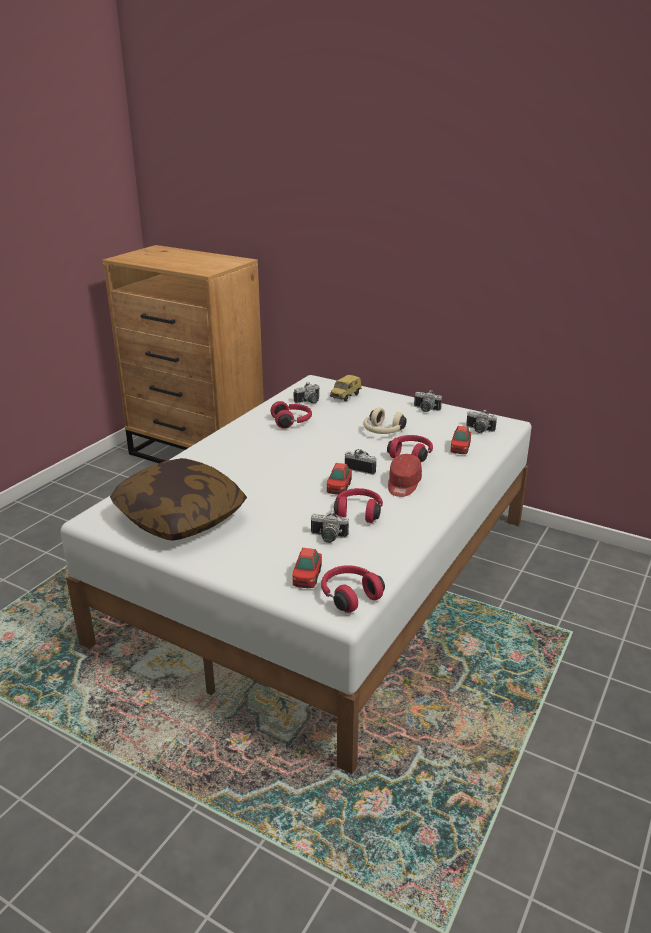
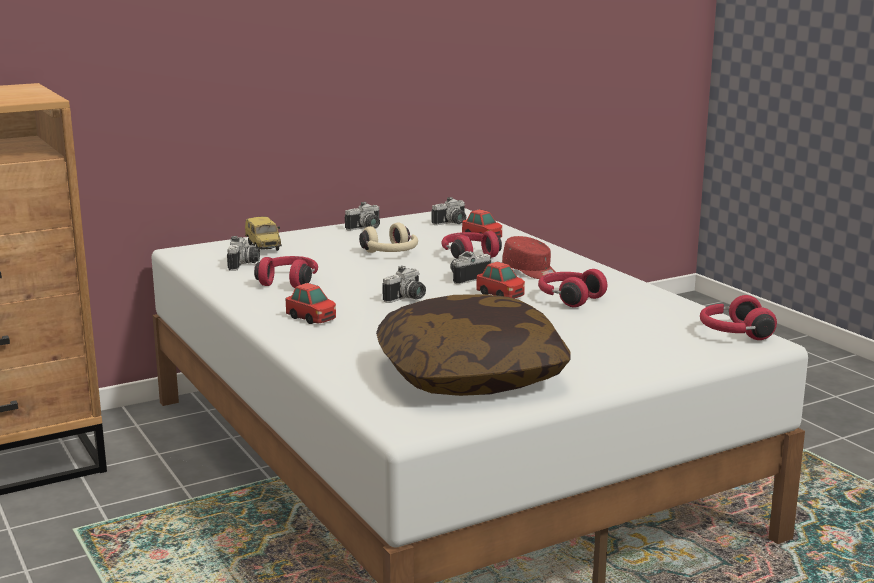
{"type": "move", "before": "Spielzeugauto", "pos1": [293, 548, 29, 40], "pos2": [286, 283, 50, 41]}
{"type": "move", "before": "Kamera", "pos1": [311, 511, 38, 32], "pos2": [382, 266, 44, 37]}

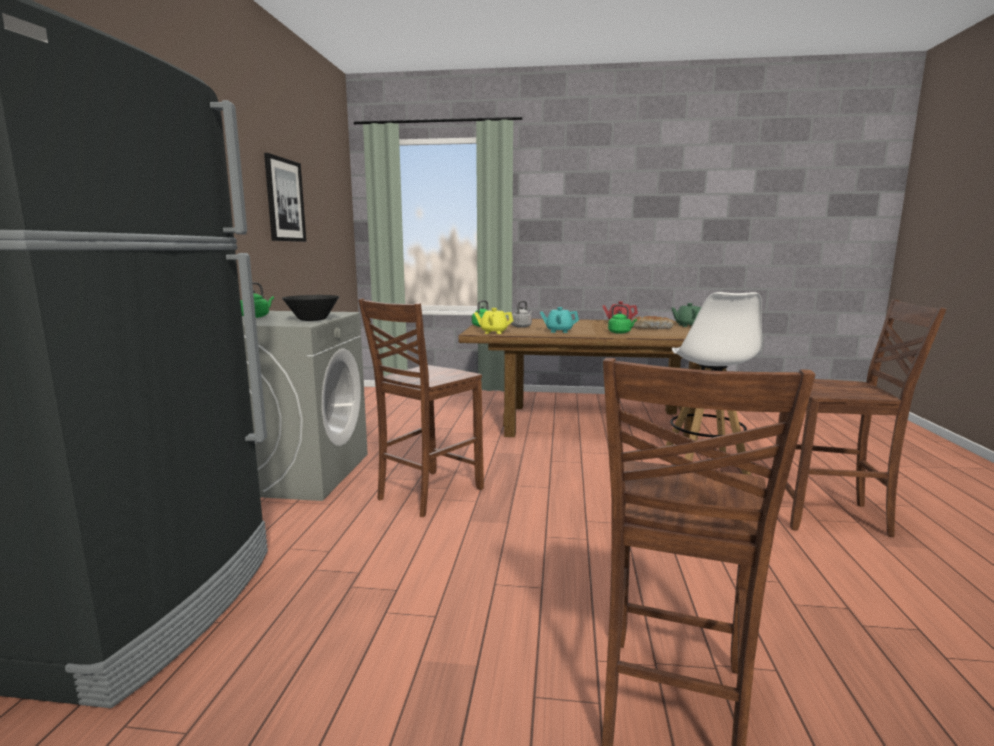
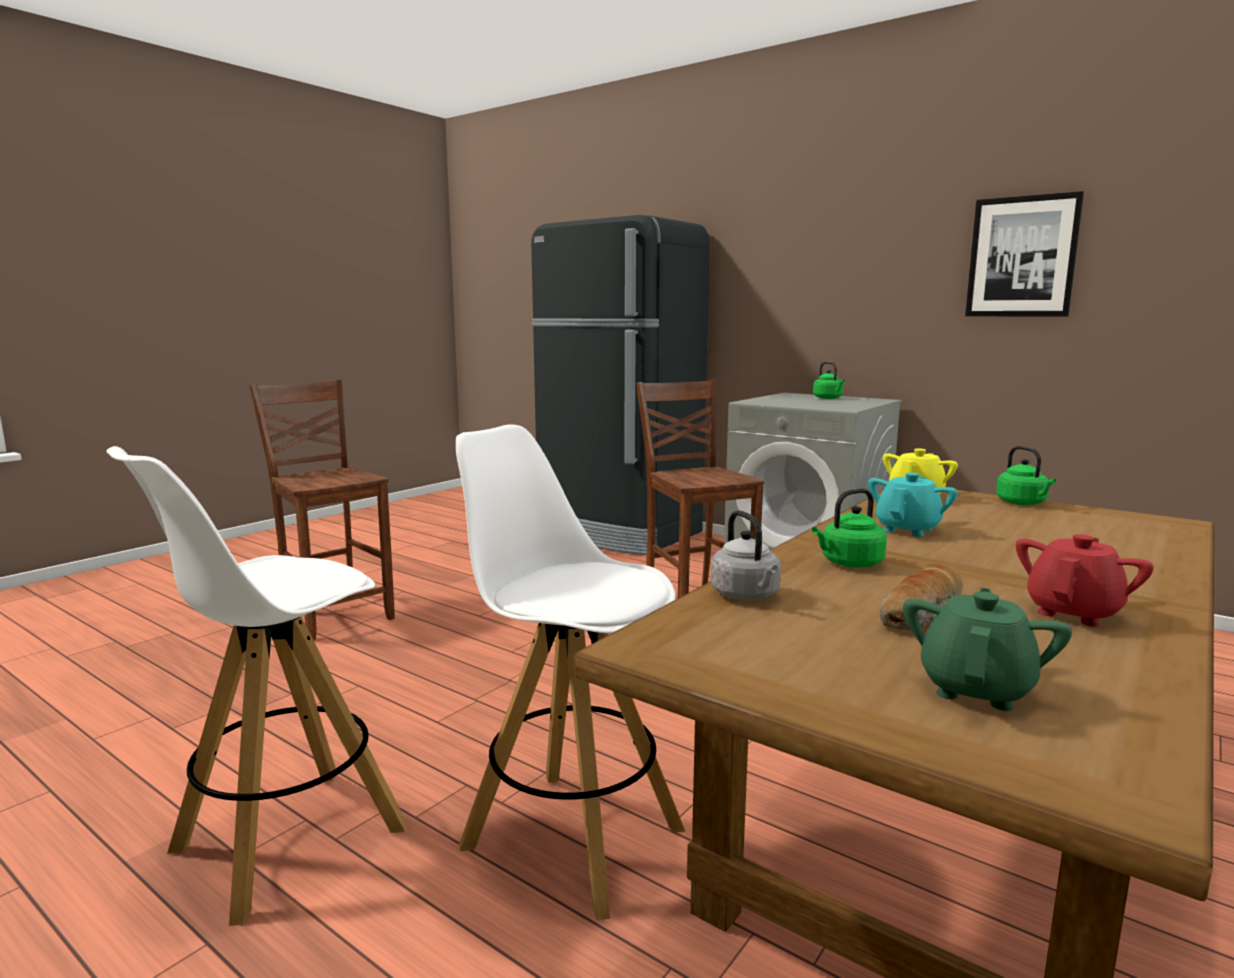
{"type": "delete", "before": "Schüssel [schwarz]", "pos1": [282, 295, 57, 26]}
{"type": "move", "before": "Wasserkessel [grau]", "pos1": [511, 301, 21, 27], "pos2": [711, 510, 70, 90]}
{"type": "replace", "before": "Stuhl [braun]", "after": "Hocker [weiß]", "pos1": [773, 299, 174, 238], "pos2": [106, 446, 302, 480]}

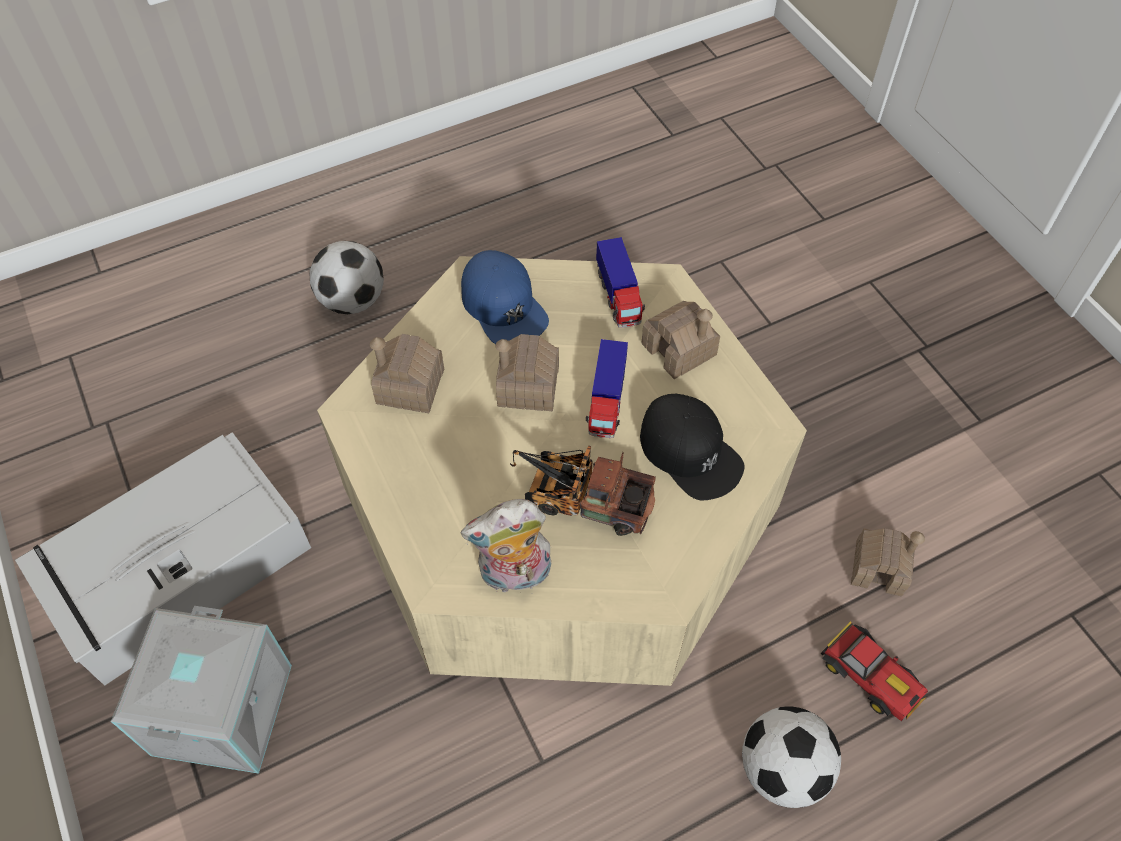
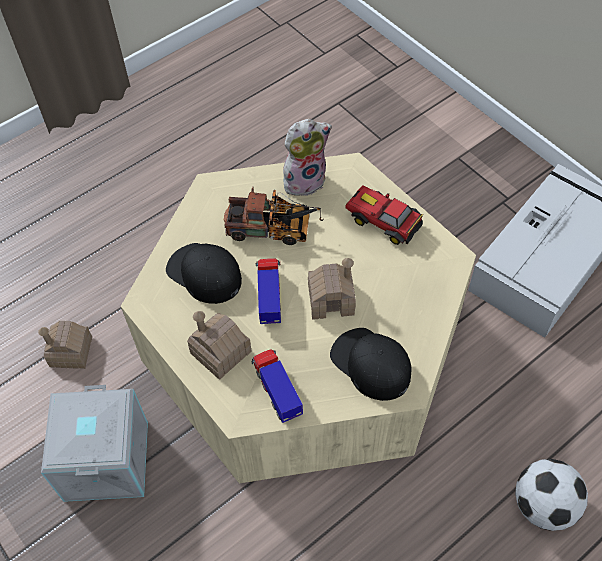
{"type": "move", "before": "Aufbewahrungsbox [grau]", "pos1": [111, 606, 181, 168], "pos2": [41, 385, 107, 117]}
{"type": "delete", "before": "Spielzeughaus", "pos1": [370, 334, 74, 79]}
{"type": "recolor", "before": "Kappe [blau]", "after": "Kappe [schwarz]", "pos1": [461, 250, 88, 94], "pos2": [330, 328, 82, 73]}
{"type": "delete", "before": "Fußball", "pos1": [742, 706, 99, 102]}
{"type": "move", "before": "Spielzeugauto", "pos1": [821, 621, 107, 100], "pos2": [346, 185, 77, 60]}

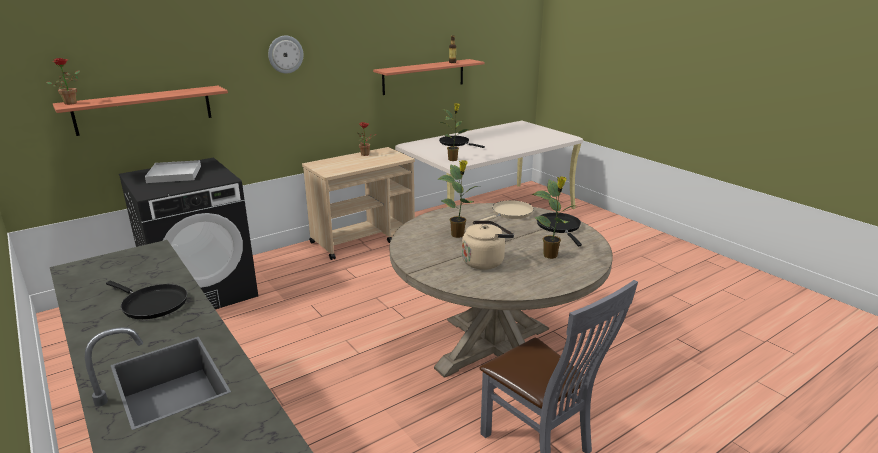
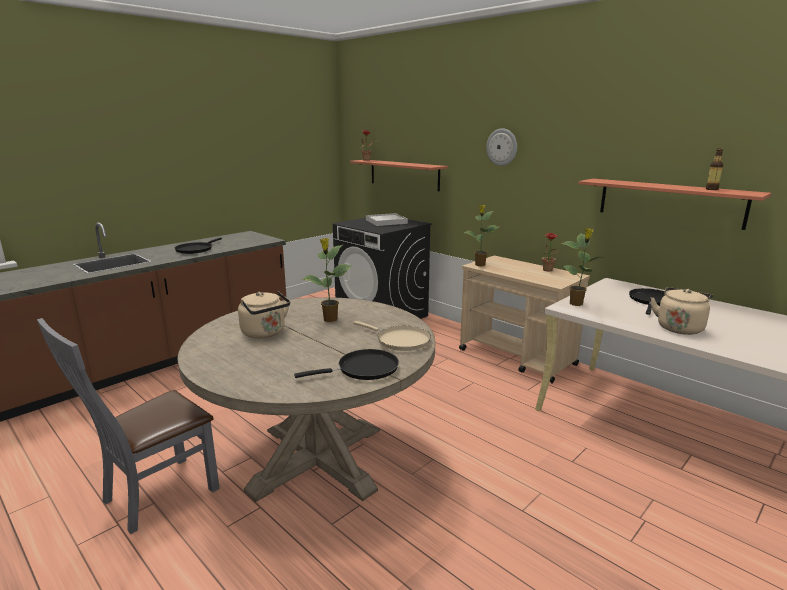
{"type": "move", "before": "Topfpflanze", "pos1": [532, 176, 43, 83], "pos2": [464, 205, 35, 61]}
{"type": "insert", "after": "Wasserkessel [beige]", "pos2": [651, 287, 62, 48]}

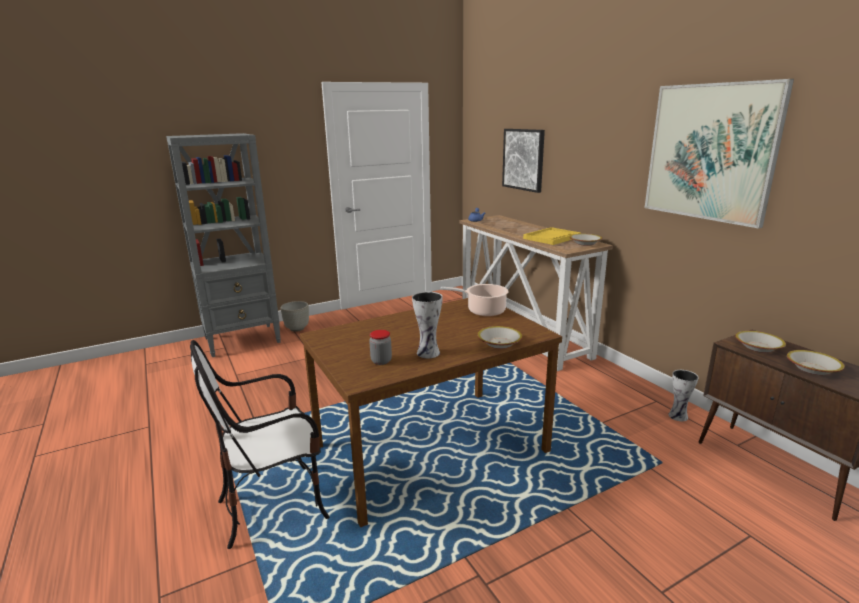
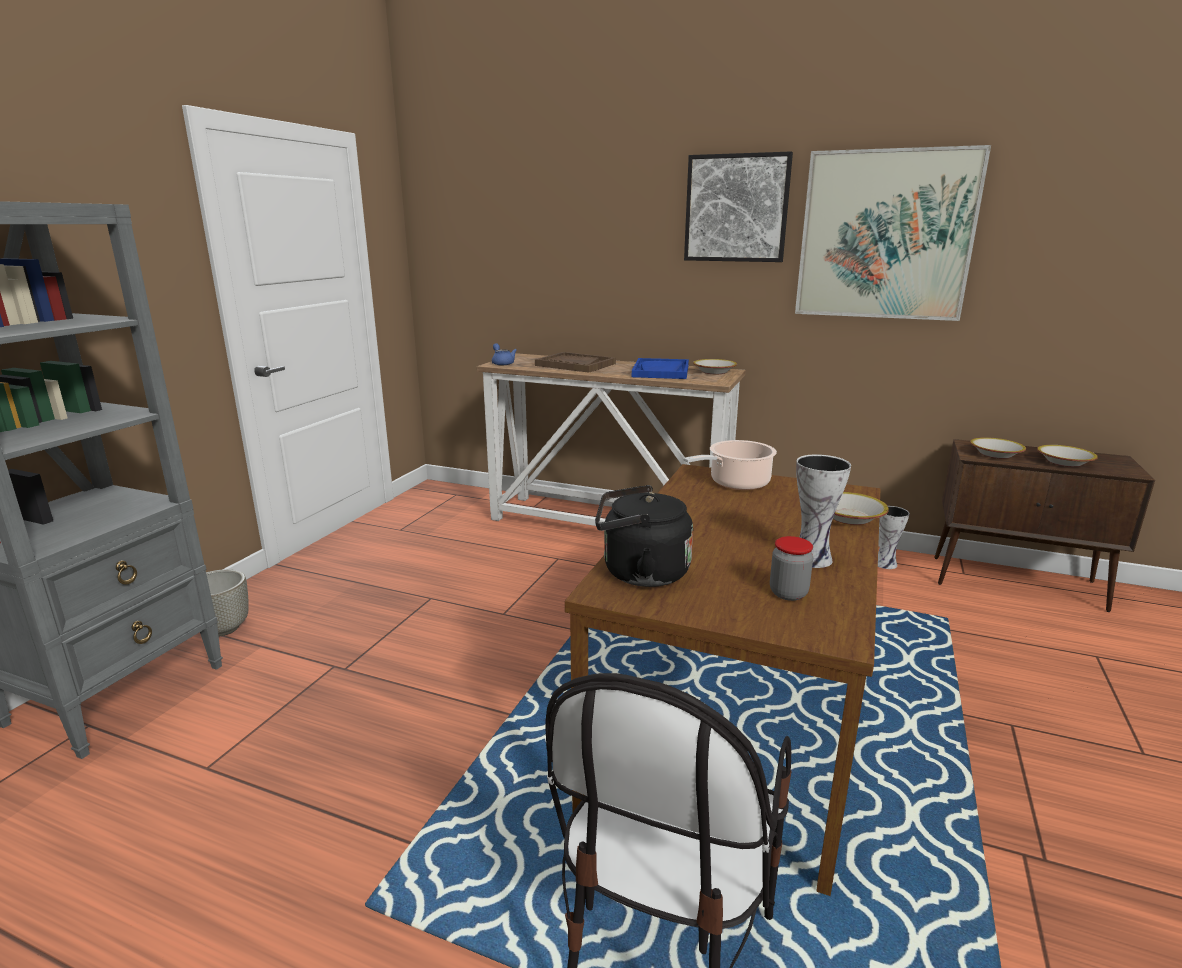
{"type": "move", "before": "Bild", "pos1": [502, 129, 43, 64], "pos2": [684, 151, 109, 111]}
{"type": "recolor", "before": "Tablett [gelb]", "after": "Tablett [blau]", "pos1": [523, 227, 58, 18], "pos2": [632, 358, 57, 21]}
{"type": "insert", "after": "Tablett [braun]", "pos2": [535, 352, 81, 21]}
{"type": "insert", "after": "Wasserkessel [schwarz]", "pos2": [595, 485, 98, 102]}

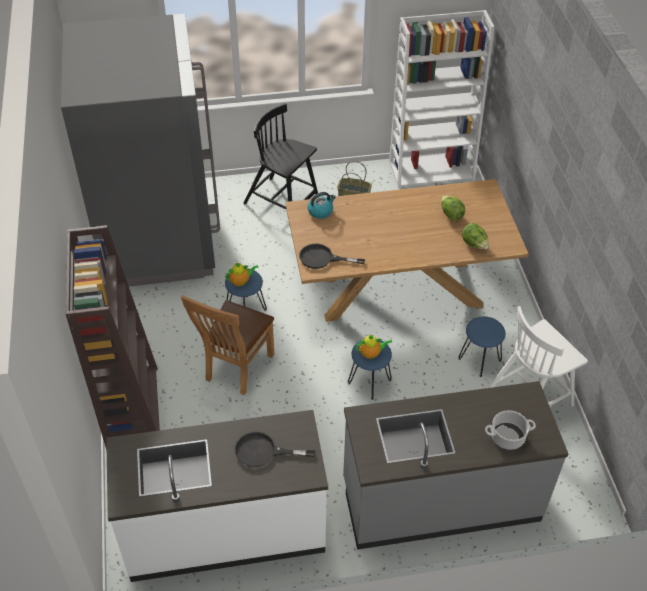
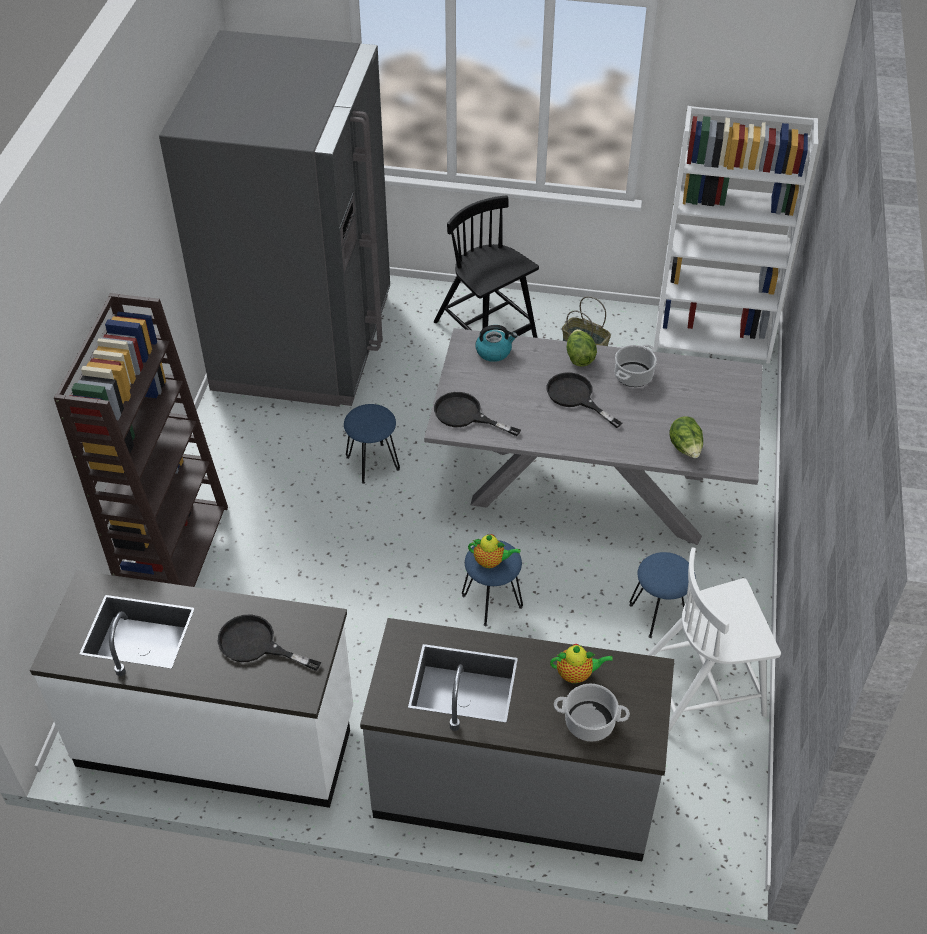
{"type": "delete", "before": "Stuhl [braun]", "pos1": [181, 295, 93, 100]}
{"type": "move", "before": "Teekanne", "pos1": [225, 262, 33, 24], "pos2": [550, 644, 63, 39]}
{"type": "recolor", "before": "Esstisch [braun]", "after": "Esstisch [grau]", "pos1": [285, 179, 244, 143], "pos2": [424, 328, 338, 217]}
{"type": "move", "before": "Salatkopf", "pos1": [441, 195, 24, 26], "pos2": [566, 329, 31, 38]}
{"type": "insert", "after": "Pfanne [schwarz]", "pos2": [547, 372, 75, 56]}
{"type": "insert", "after": "Kochtopf", "pos2": [615, 344, 42, 43]}

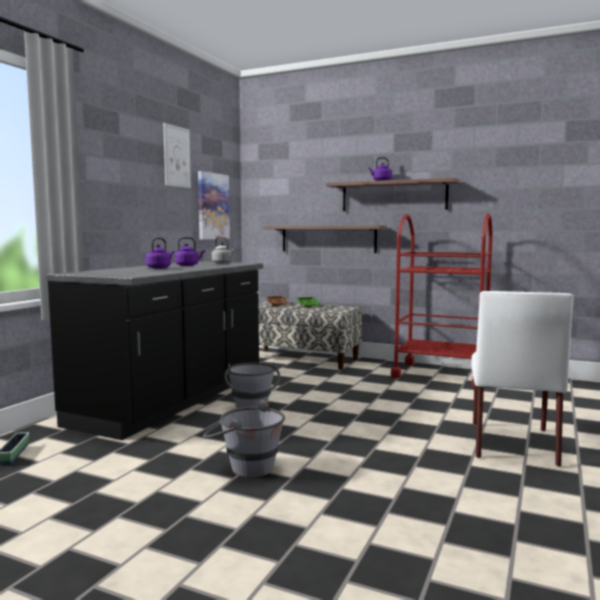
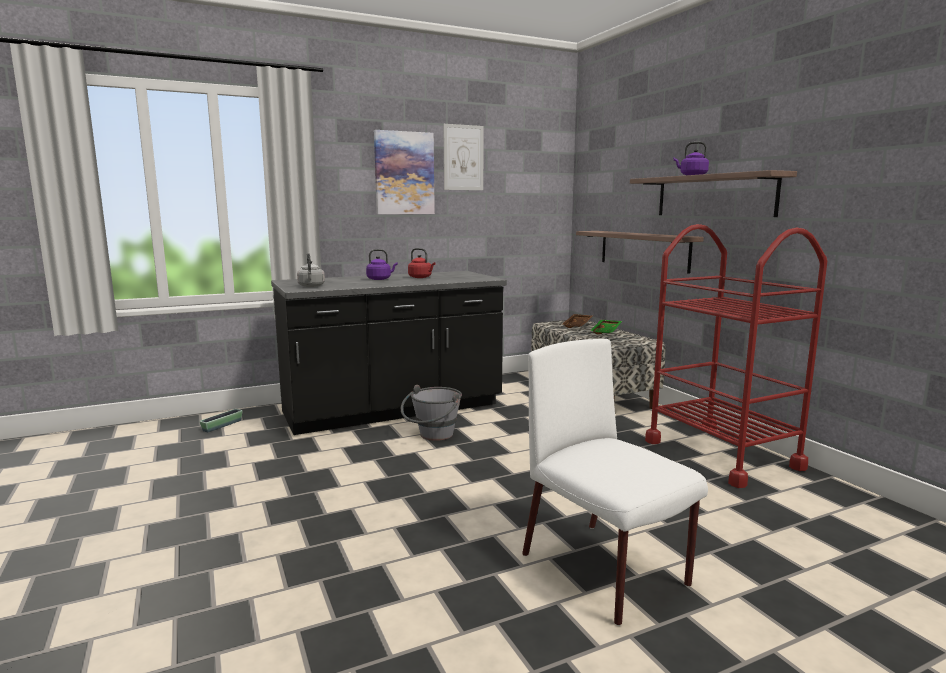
{"type": "recolor", "before": "Wasserkessel [lila]", "after": "Wasserkessel [rot]", "pos1": [175, 237, 30, 29], "pos2": [408, 248, 28, 30]}
{"type": "move", "before": "Bild", "pos1": [198, 171, 32, 68], "pos2": [374, 130, 61, 84]}
{"type": "delete", "before": "Eimer [grau]", "pos1": [203, 400, 82, 77]}
{"type": "move", "before": "Wasserkessel [grau]", "pos1": [212, 237, 23, 27], "pos2": [297, 253, 28, 34]}
{"type": "rotate", "before": "Stuhl [weiß]", "pos1": [471, 291, 102, 176], "pos2": [522, 339, 186, 287], "turn": 90}

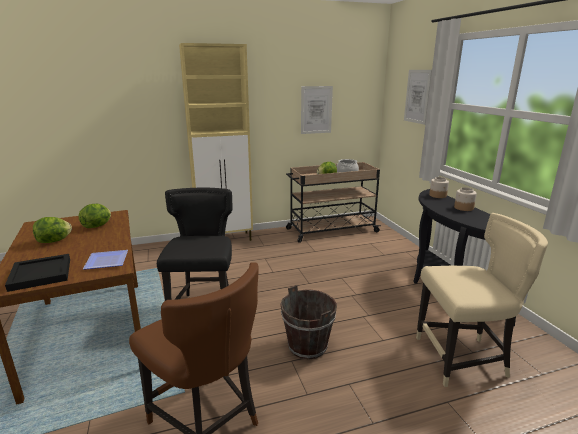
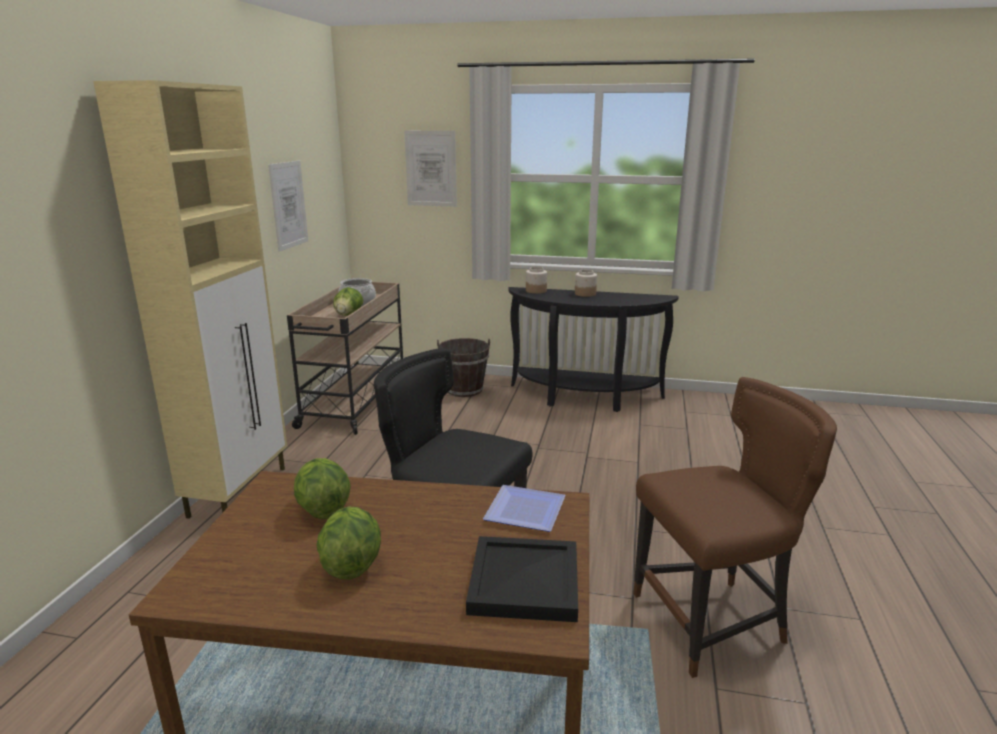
{"type": "move", "before": "Eimer [braun]", "pos1": [280, 285, 57, 74], "pos2": [437, 338, 53, 59]}
{"type": "delete", "before": "Stuhl [beige]", "pos1": [416, 213, 132, 174]}

